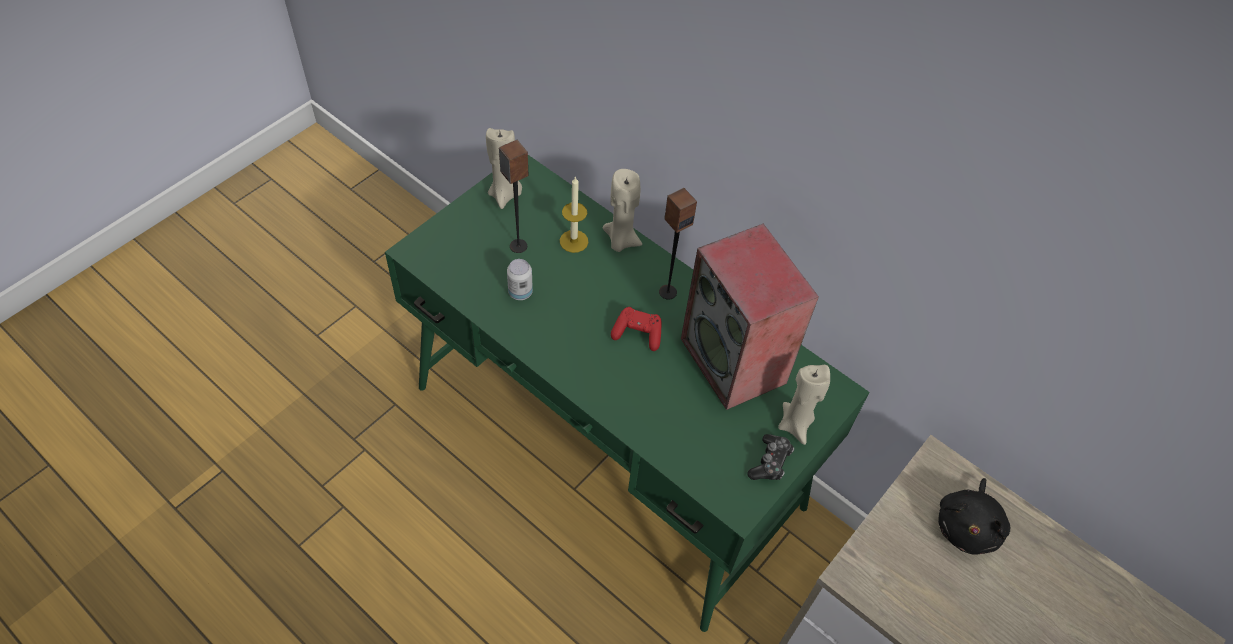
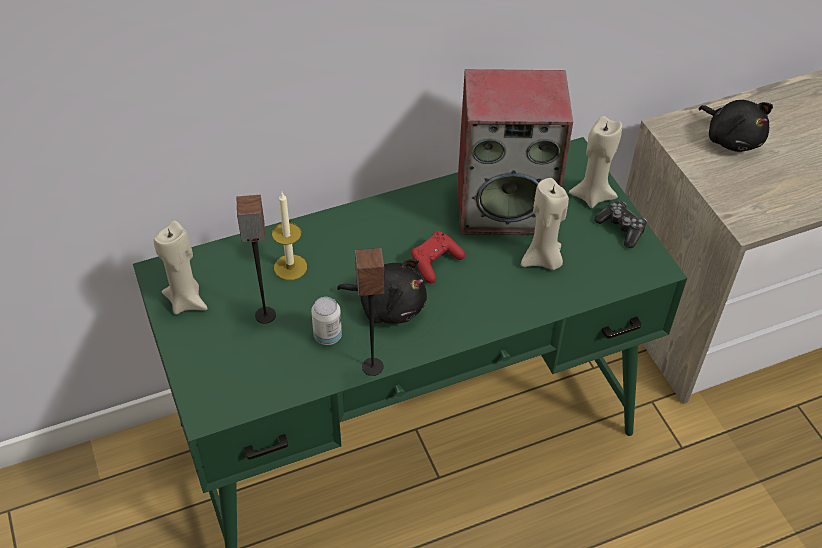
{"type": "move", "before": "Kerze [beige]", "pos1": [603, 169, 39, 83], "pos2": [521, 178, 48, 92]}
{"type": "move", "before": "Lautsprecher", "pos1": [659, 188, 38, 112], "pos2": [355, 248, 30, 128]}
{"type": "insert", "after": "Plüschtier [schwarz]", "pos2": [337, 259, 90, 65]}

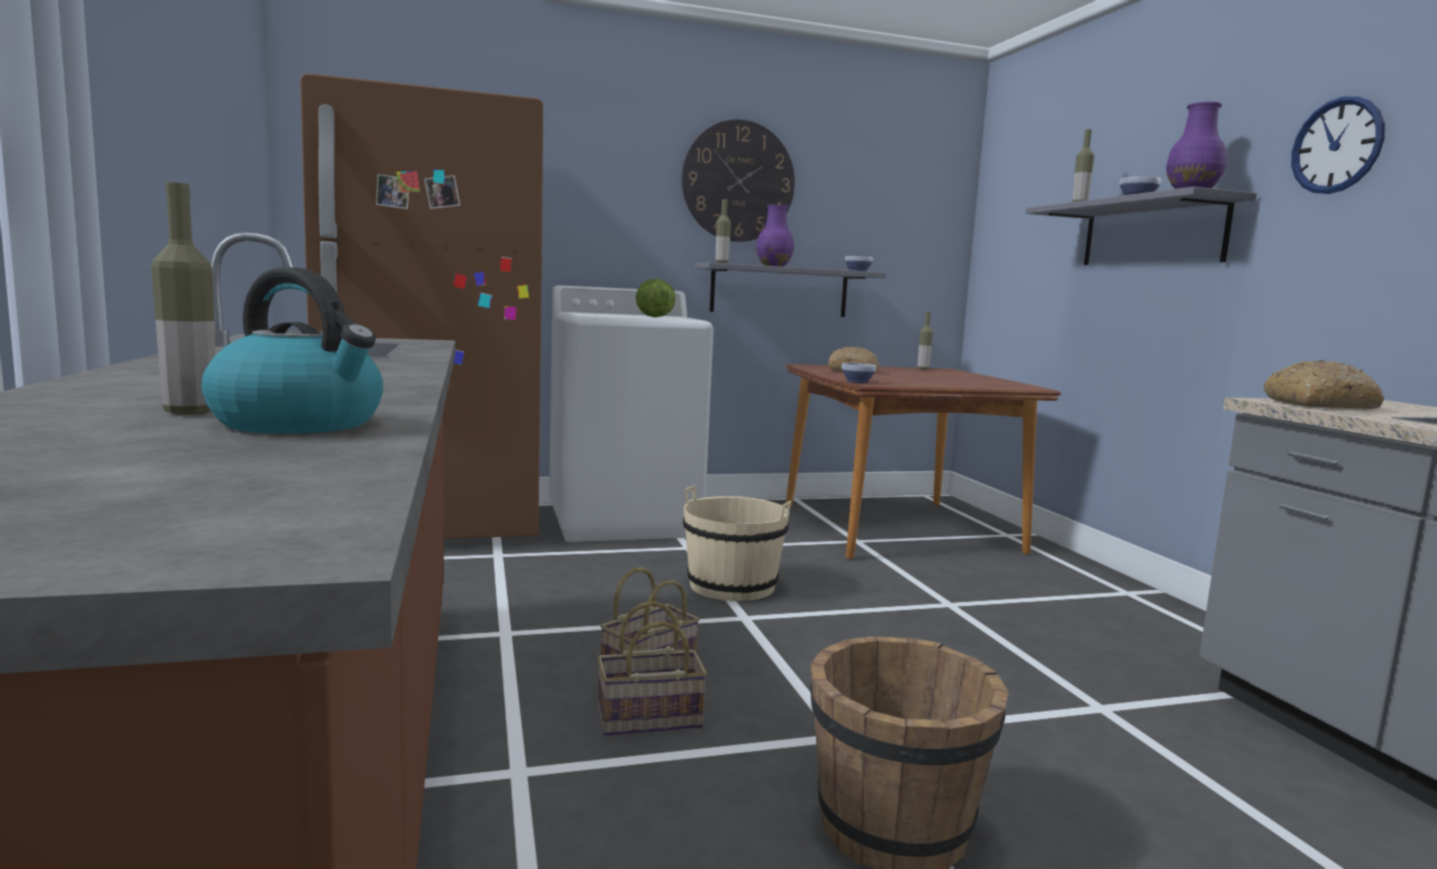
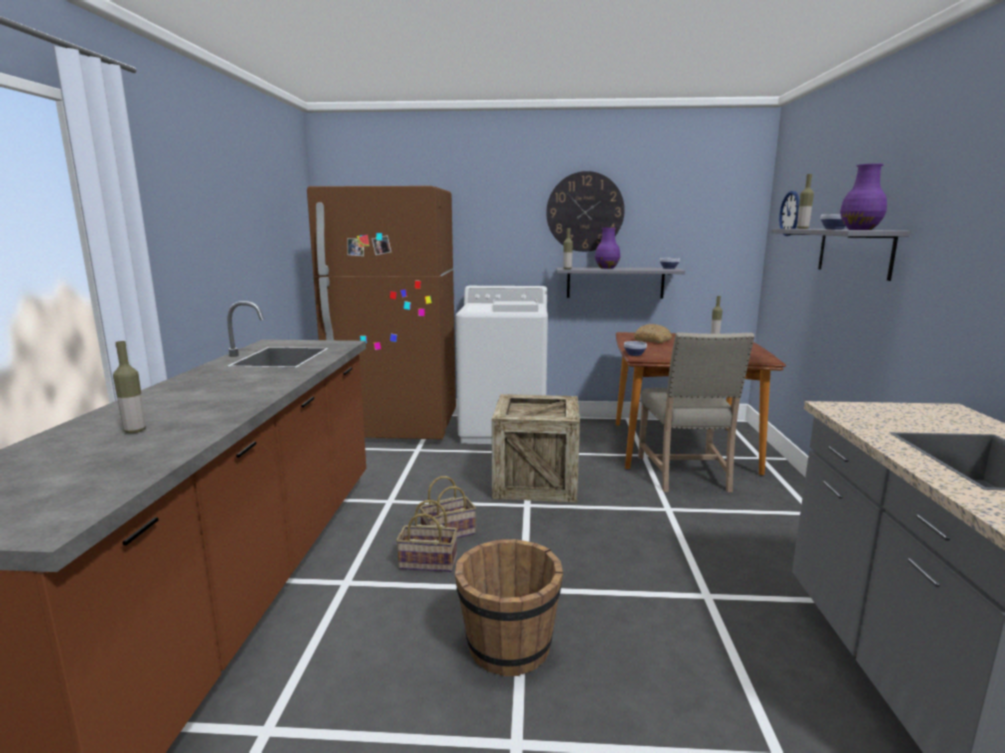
{"type": "delete", "before": "Wasserkessel", "pos1": [201, 267, 182, 167]}
{"type": "replace", "before": "Salatkopf", "after": "Tablett [weiß]", "pos1": [636, 279, 40, 38], "pos2": [493, 299, 45, 13]}
{"type": "replace", "before": "Eimer [beige]", "after": "Kiste", "pos1": [683, 486, 108, 115], "pos2": [492, 394, 88, 109]}
{"type": "delete", "before": "Brot", "pos1": [1264, 360, 120, 49]}
{"type": "move", "before": "Wanduhr", "pos1": [1291, 96, 94, 98], "pos2": [779, 191, 21, 45]}
{"type": "insert", "after": "Stuhl [beige]", "pos2": [638, 333, 117, 159]}

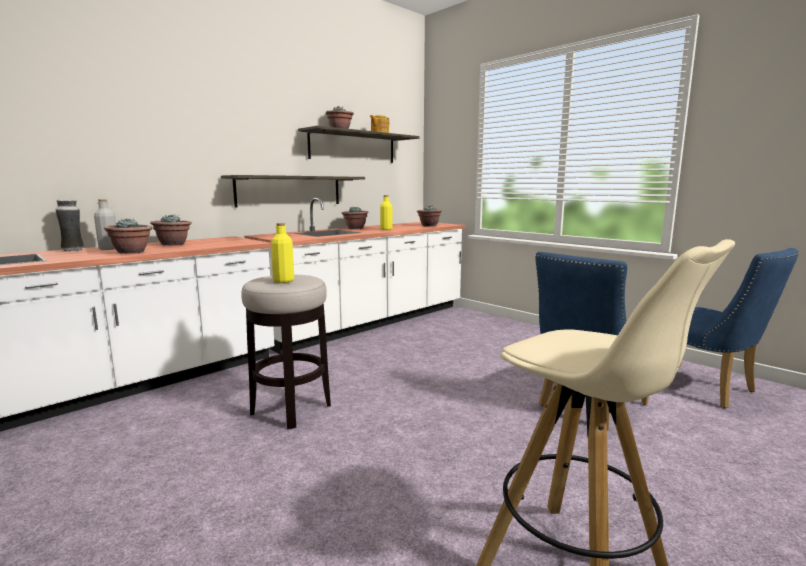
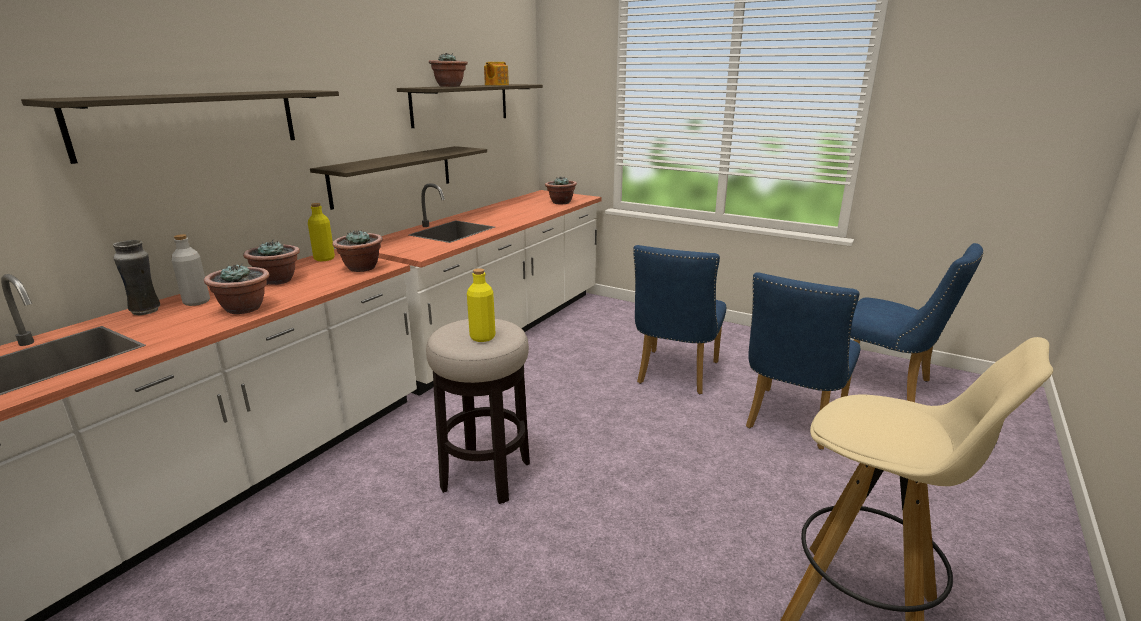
{"type": "move", "before": "Topfpflanze", "pos1": [342, 207, 27, 22], "pos2": [332, 230, 51, 42]}
{"type": "move", "before": "Flasche [gelb]", "pos1": [380, 195, 12, 35], "pos2": [308, 203, 27, 58]}
{"type": "insert", "after": "Wandregal", "pos2": [21, 90, 318, 74]}
{"type": "insert", "after": "Stuhl [blau]", "pos2": [633, 245, 93, 149]}

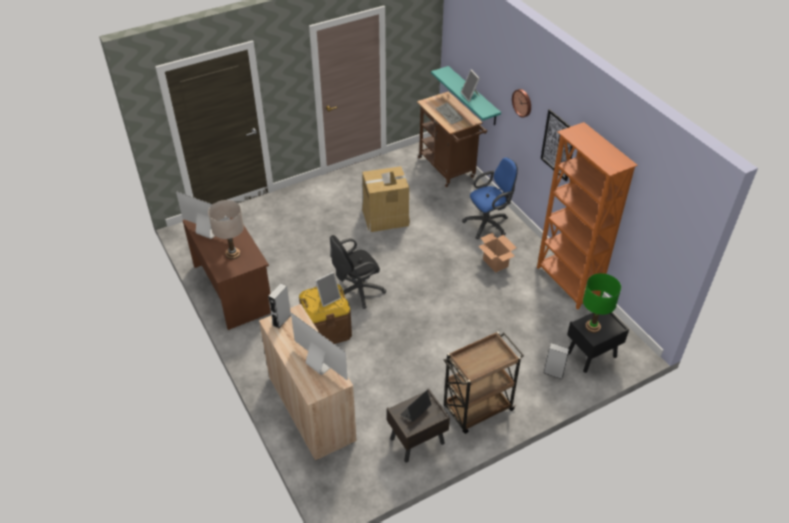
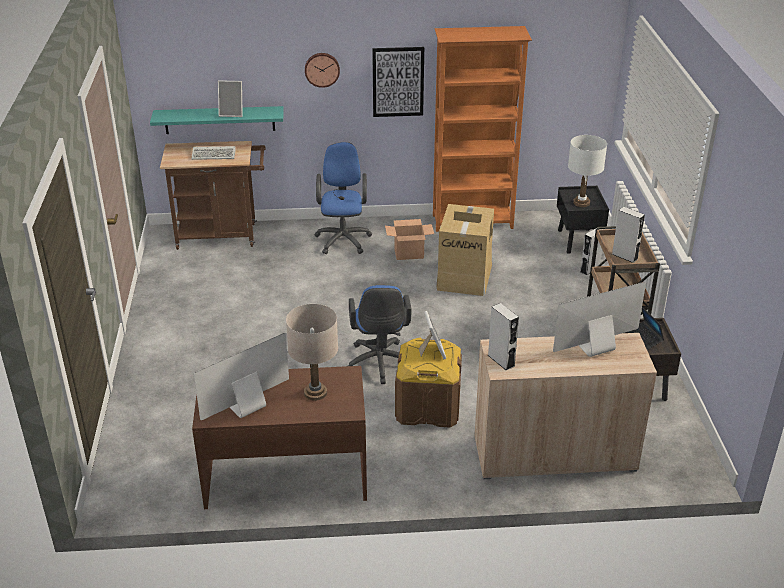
{"type": "recolor", "before": "Bürostuhl [schwarz]", "after": "Bürostuhl [blau]", "pos1": [330, 235, 56, 74], "pos2": [348, 285, 64, 99]}
{"type": "move", "before": "Karton", "pos1": [362, 166, 48, 66], "pos2": [436, 204, 58, 92]}
{"type": "recolor", "before": "Tischlampe [grün]", "after": "Tischlampe [weiß]", "pos1": [583, 273, 38, 60], "pos2": [568, 135, 39, 72]}
{"type": "insert", "after": "Lautsprecher [grau]", "pos2": [612, 207, 33, 56]}

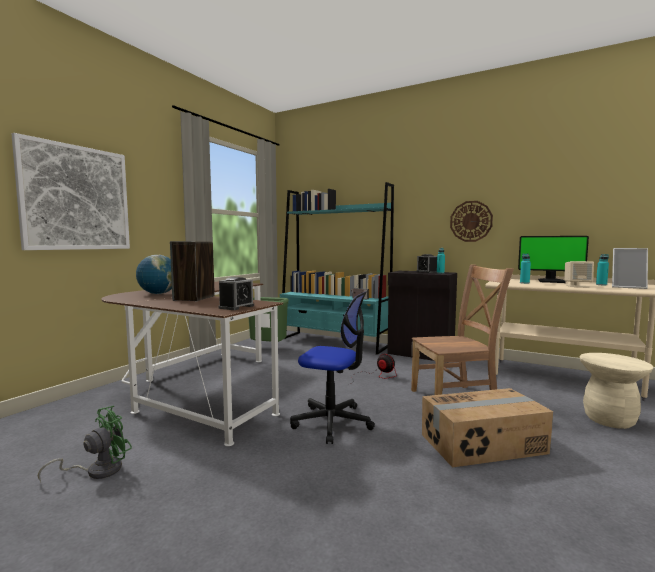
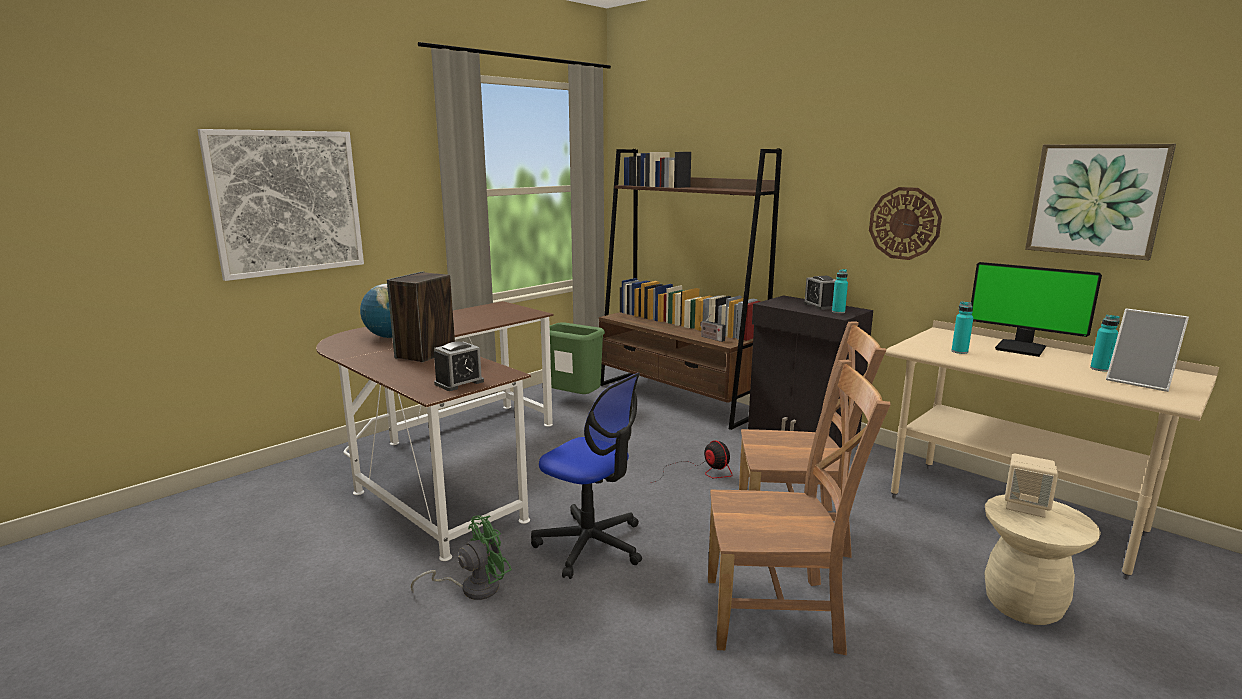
{"type": "move", "before": "Ventilator [grün]", "pos1": [38, 406, 94, 76], "pos2": [411, 515, 100, 85]}
{"type": "recolor", "before": "Bücherregal [türkis]", "after": "Bücherregal [braun]", "pos1": [280, 182, 114, 173], "pos2": [599, 148, 183, 282]}
{"type": "replace", "before": "Karton", "after": "Stuhl [braun]", "pos1": [422, 388, 131, 80], "pos2": [708, 360, 183, 295]}
{"type": "move", "before": "Lautsprecher [beige]", "pos1": [564, 261, 30, 27], "pos2": [1005, 453, 53, 65]}
{"type": "insert", "after": "Bild", "pos2": [1025, 144, 151, 116]}

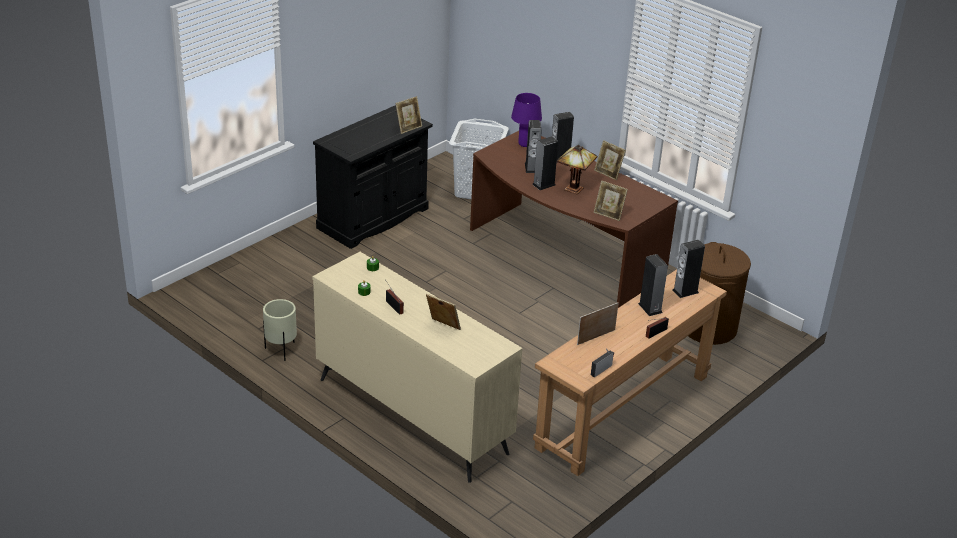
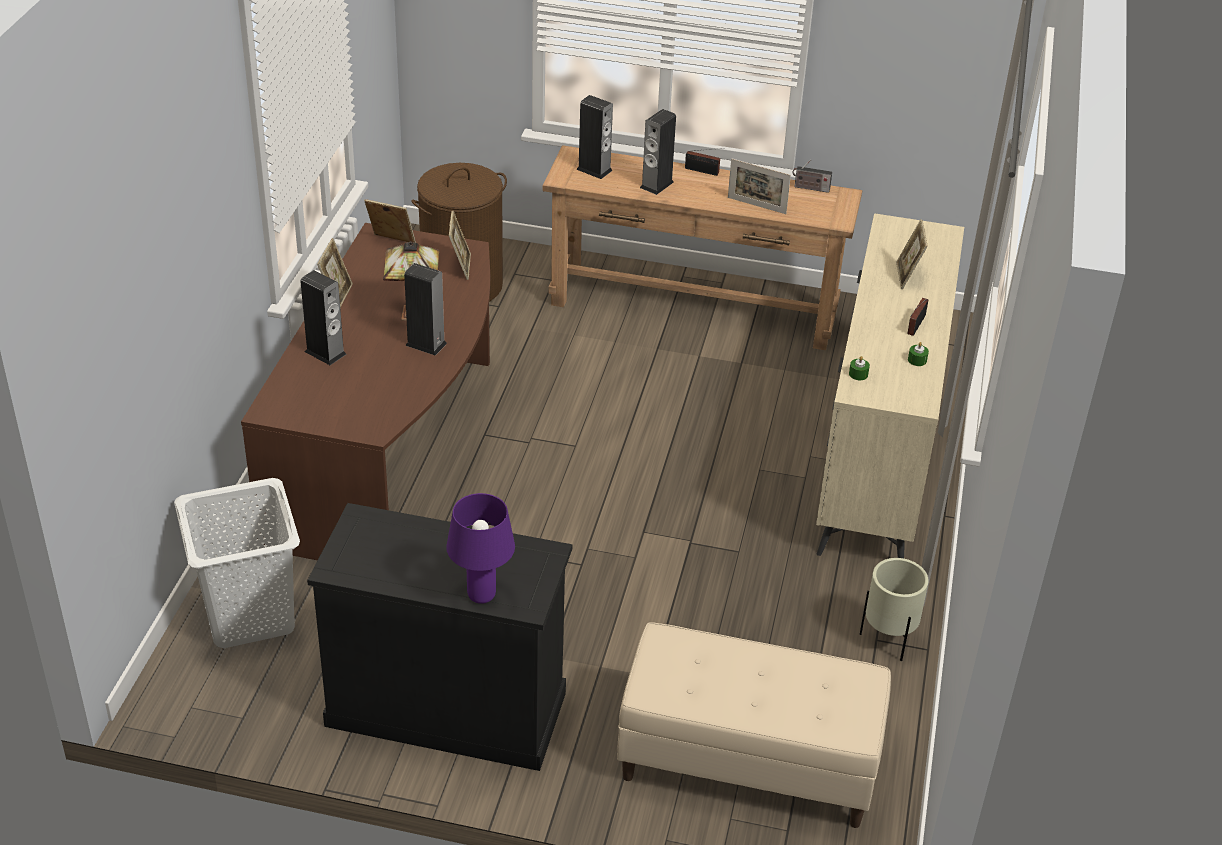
{"type": "move", "before": "Bilderrahmen", "pos1": [395, 96, 27, 38], "pos2": [364, 199, 52, 44]}
{"type": "move", "before": "Tischlampe [lila]", "pos1": [511, 93, 31, 54], "pos2": [446, 493, 69, 111]}
{"type": "delete", "before": "Lautsprecher", "pos1": [525, 120, 17, 53]}
{"type": "insert", "after": "Bank [beige]", "pos2": [617, 622, 274, 206]}

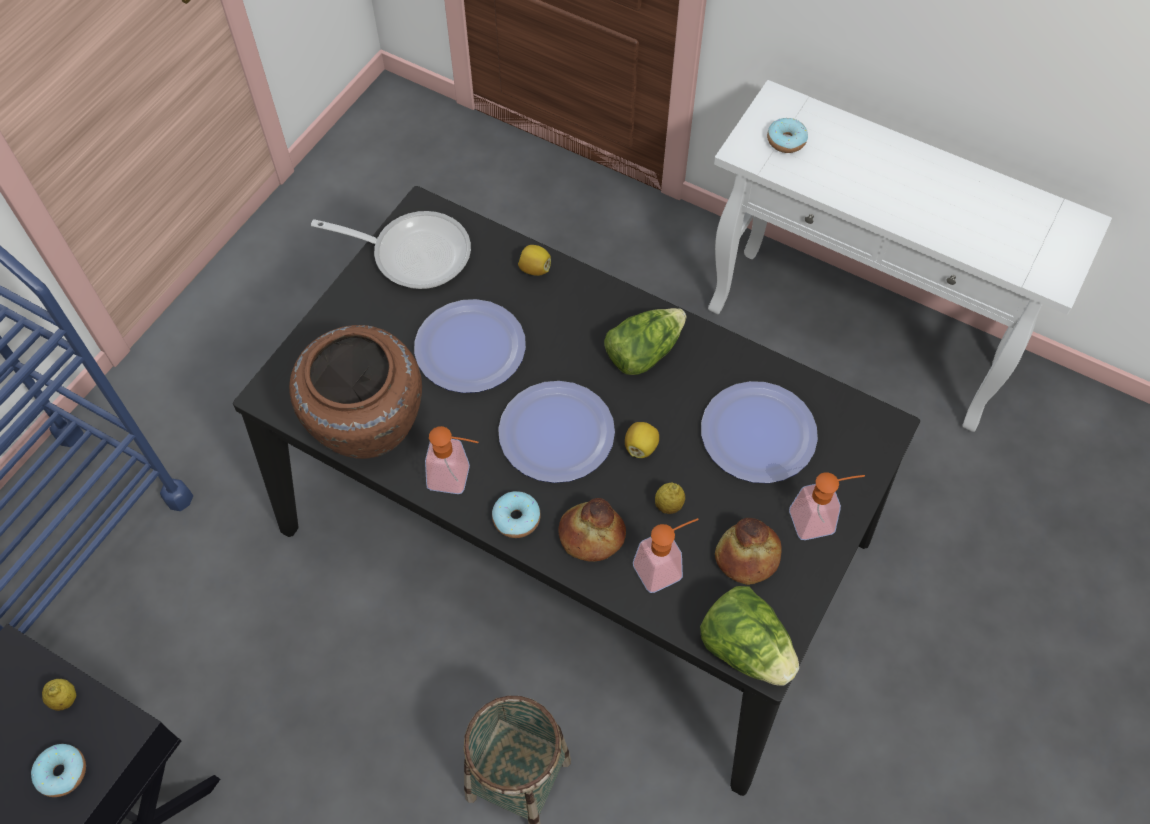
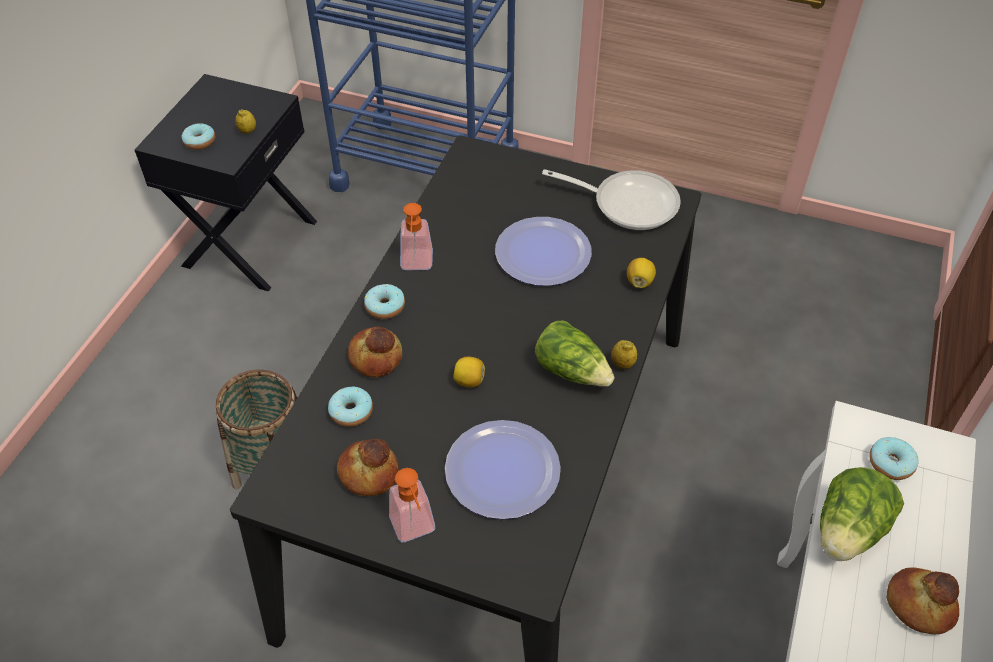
{"type": "delete", "before": "Vase [braun]", "pos1": [289, 325, 133, 134]}
{"type": "rotate", "before": "Pfanne", "pos1": [311, 211, 160, 78], "pos2": [542, 169, 139, 61], "turn": -75}
{"type": "delete", "before": "Teller", "pos1": [498, 381, 117, 102]}
{"type": "replace", "before": "Seifenspender", "after": "Donut", "pos1": [633, 518, 66, 75], "pos2": [328, 386, 45, 41]}
{"type": "move", "before": "Zitrone", "pos1": [655, 483, 30, 31], "pos2": [611, 340, 26, 29]}
{"type": "move", "before": "Salatkopf", "pos1": [700, 586, 99, 100], "pos2": [820, 467, 84, 94]}
{"type": "insert", "after": "Brot", "pos2": [887, 568, 72, 66]}

